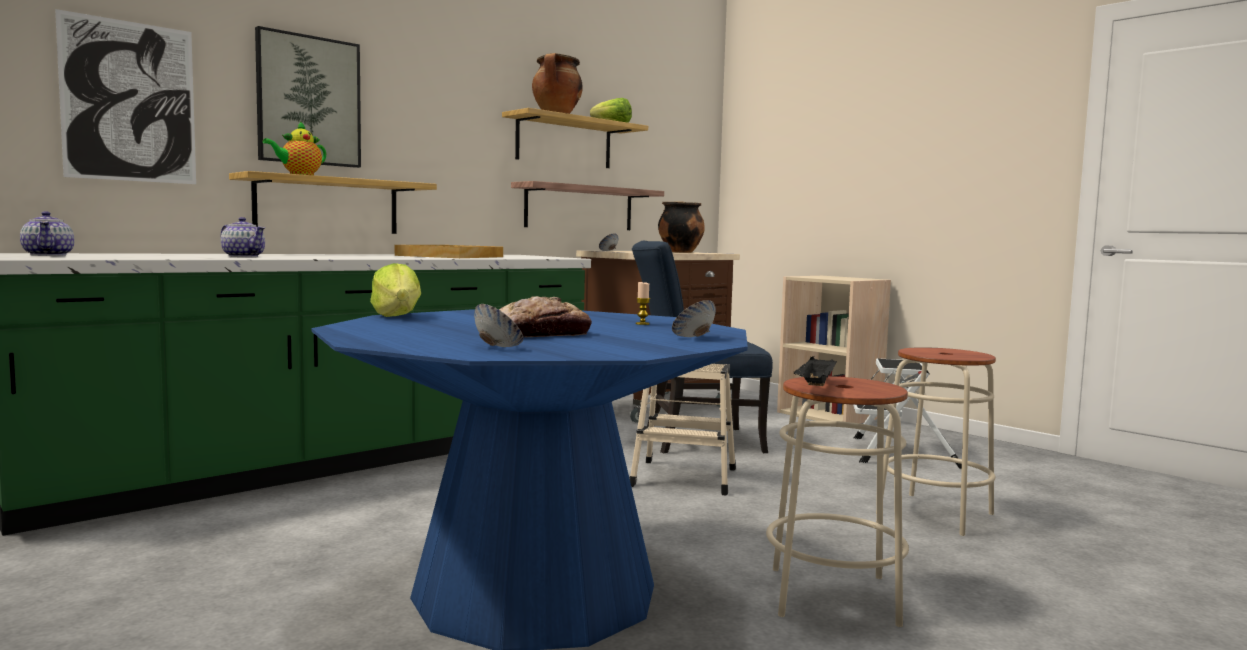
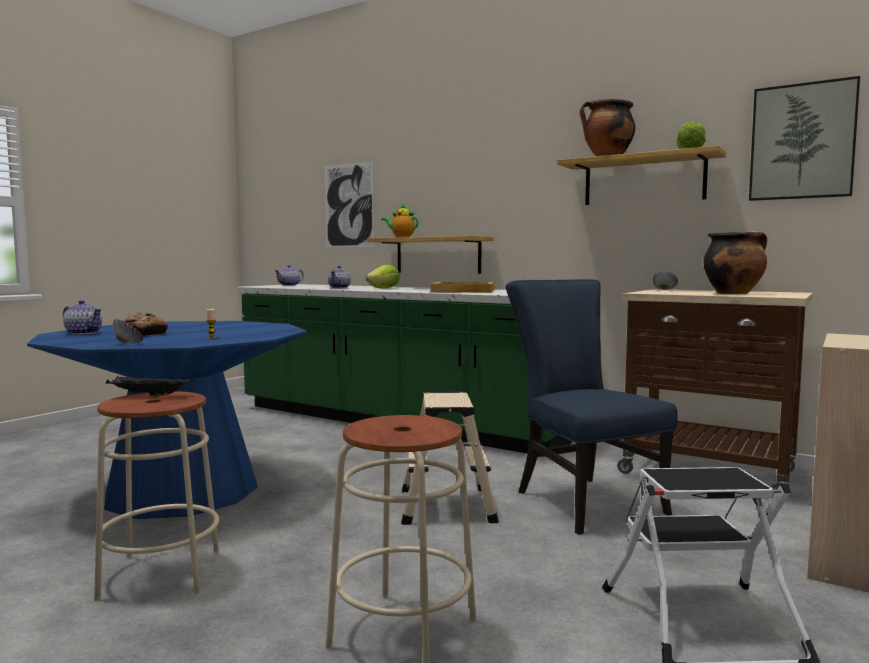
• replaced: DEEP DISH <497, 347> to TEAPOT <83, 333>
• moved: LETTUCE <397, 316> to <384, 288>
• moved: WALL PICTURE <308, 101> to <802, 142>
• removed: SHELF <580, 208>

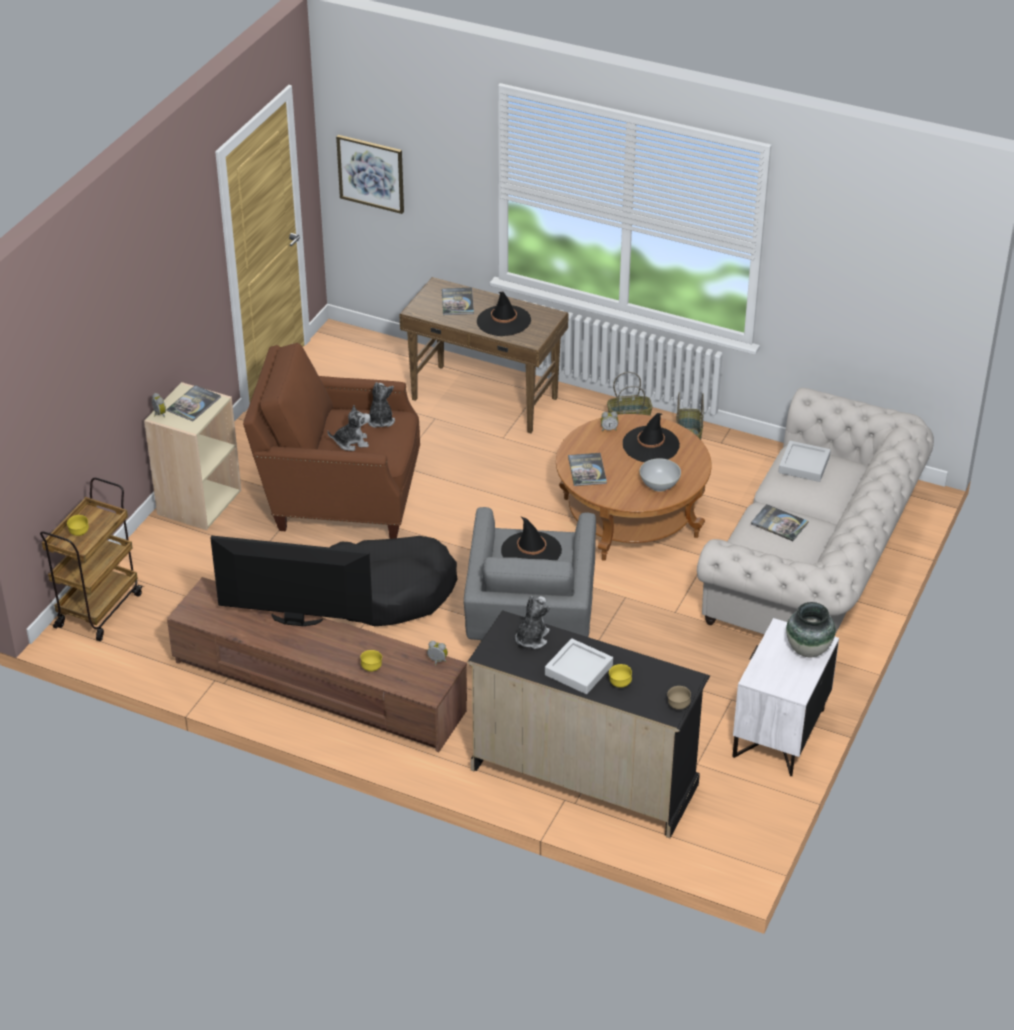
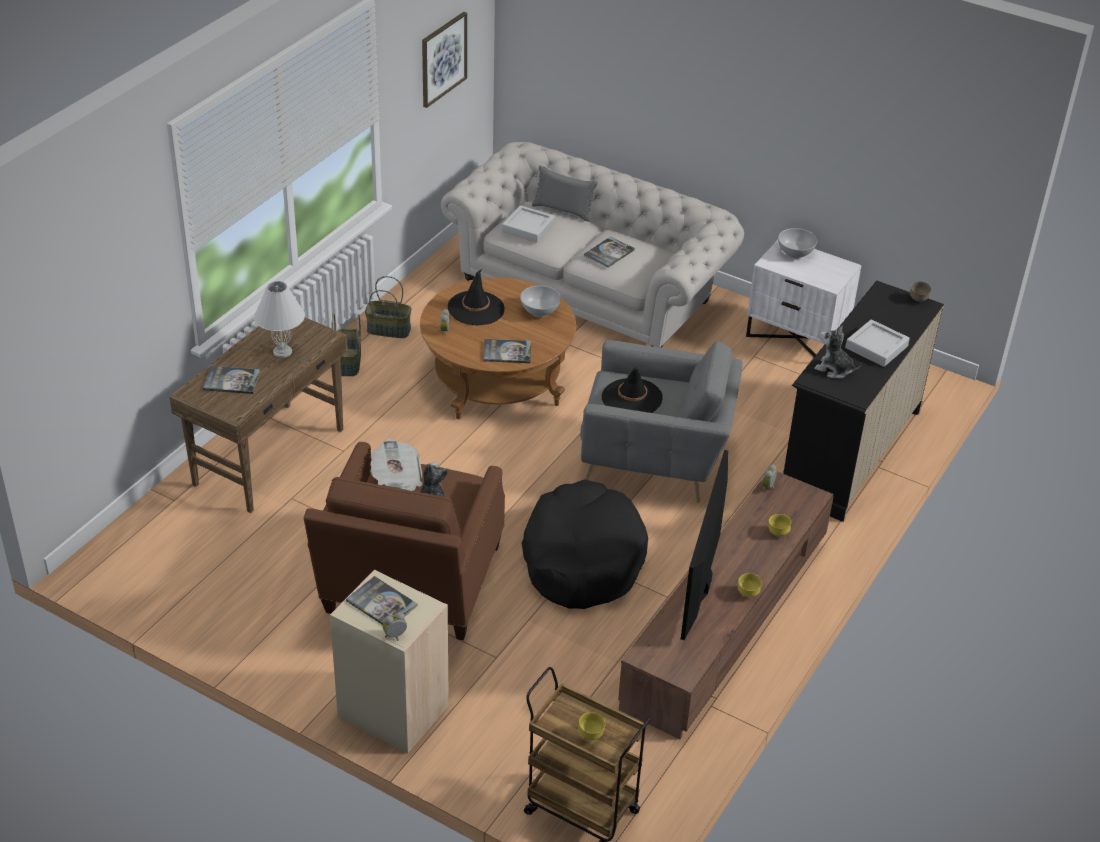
• replaced: BLACK-COLOURED CLOTHING HAT <503, 321> to WHITE TABLE LAMP <282, 351>
• replaced: CUDDLY TOY <380, 420> to PRINTED PAPER <397, 480>
• moved: WALL PICTURE <371, 173> to <443, 59>
• added: GREY PILLOW <563, 210>
• moved: YELLOW-COLOURED DEEP DISH <619, 684> to <748, 594>
• replaced: DECORATIVE VASE <807, 649> to WHITE DEEP DISH <795, 253>

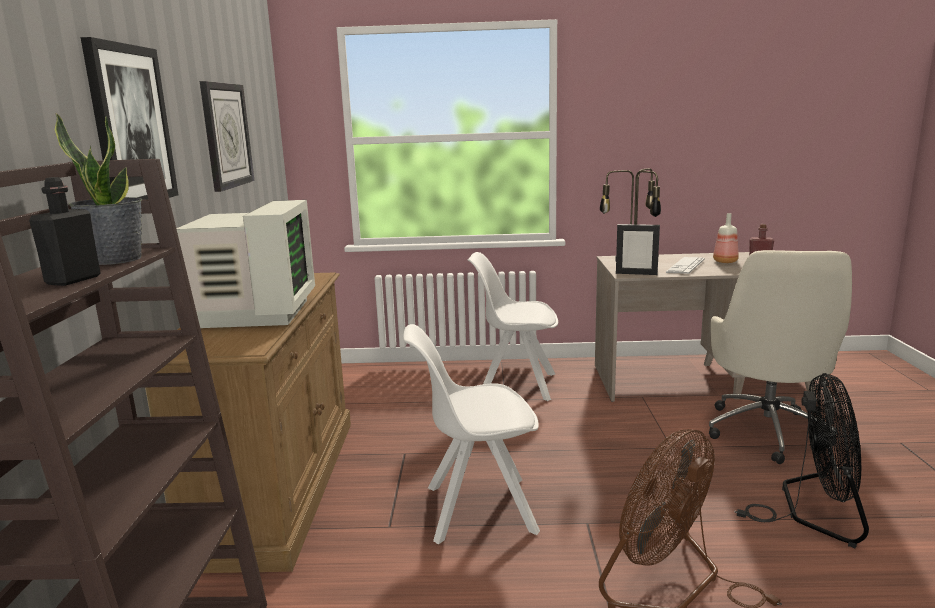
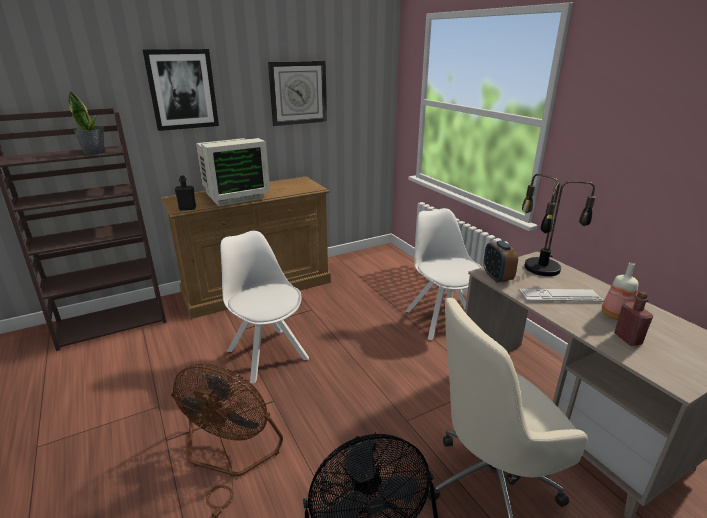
• moved: BLACK-COLOURED BOTTLE <73, 280> to <187, 208>
• replaced: PICTURE FRAME <636, 273> to ALARM CLOCK <497, 277>

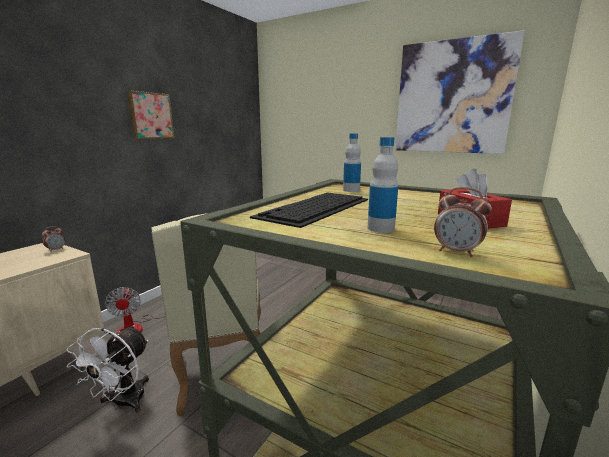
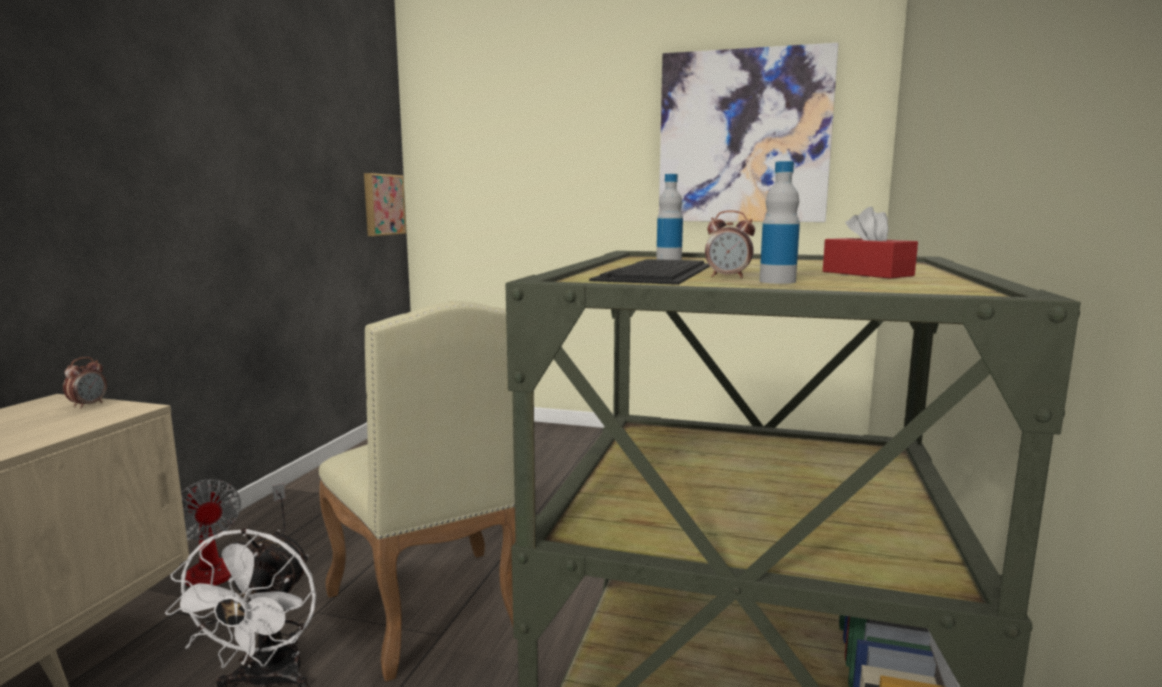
• moved: WALL PICTURE <150, 116> to <382, 204>
• moved: ALARM CLOCK <457, 252> to <728, 277>

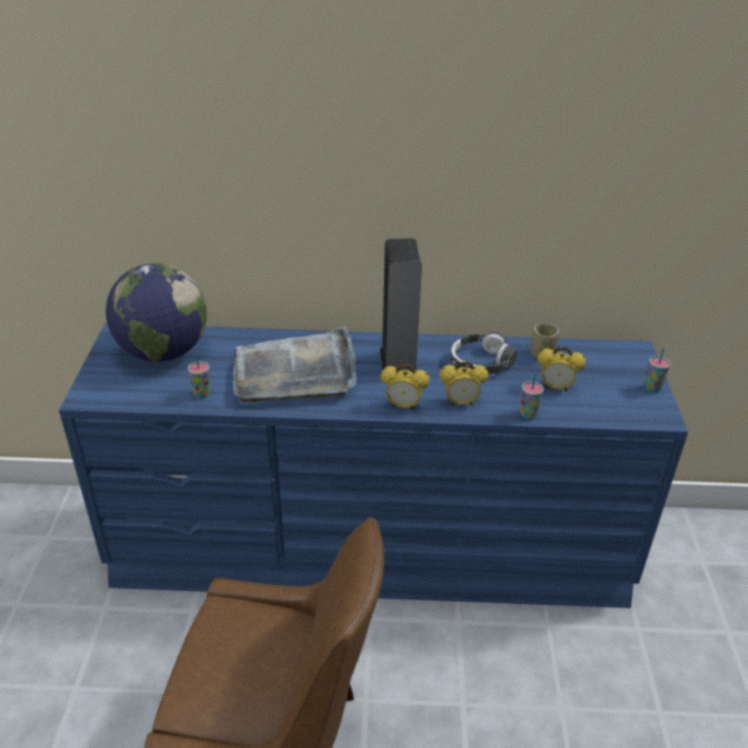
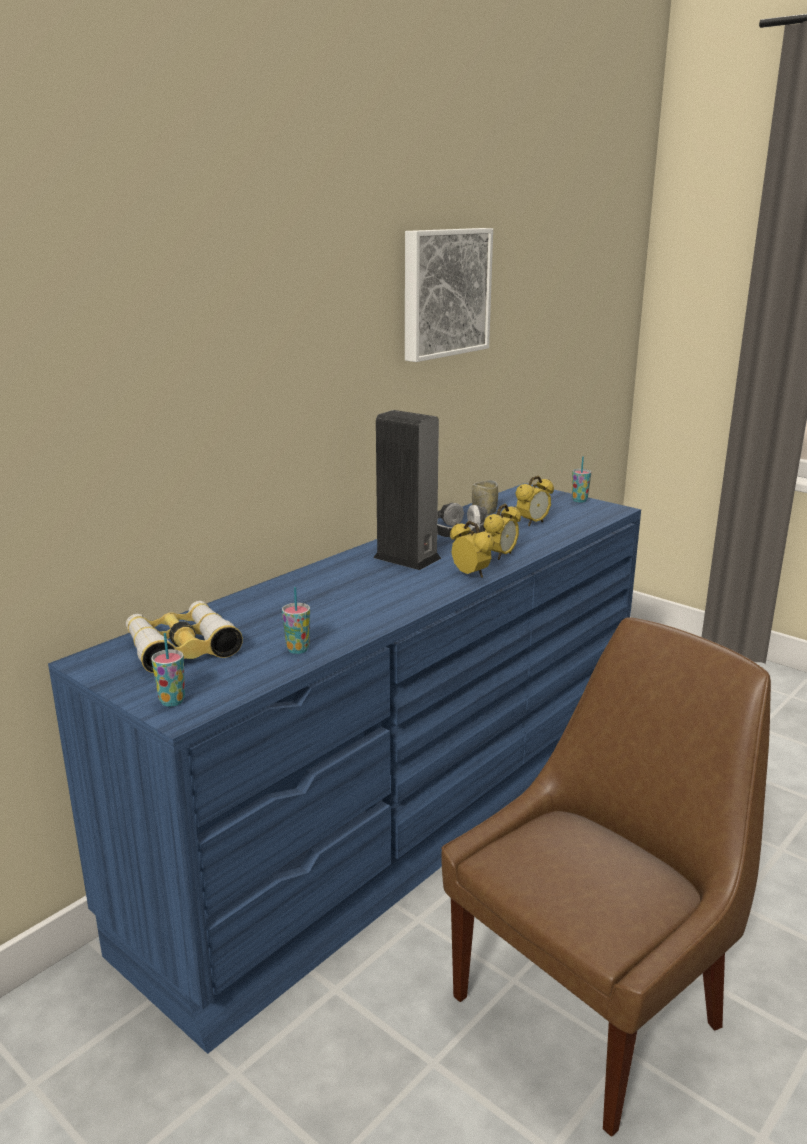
• replaced: DESK GLOBE <163, 352> to FIELD GLASSES <181, 647>
• moved: SMALL CUP <528, 414> to <172, 701>
• added: WALL PICTURE <444, 293>
• turned: ALARM CLOCK <403, 406> = <470, 575> 90 degrees counterclockwise
• removed: GREY CARRYING TRAY <296, 371>

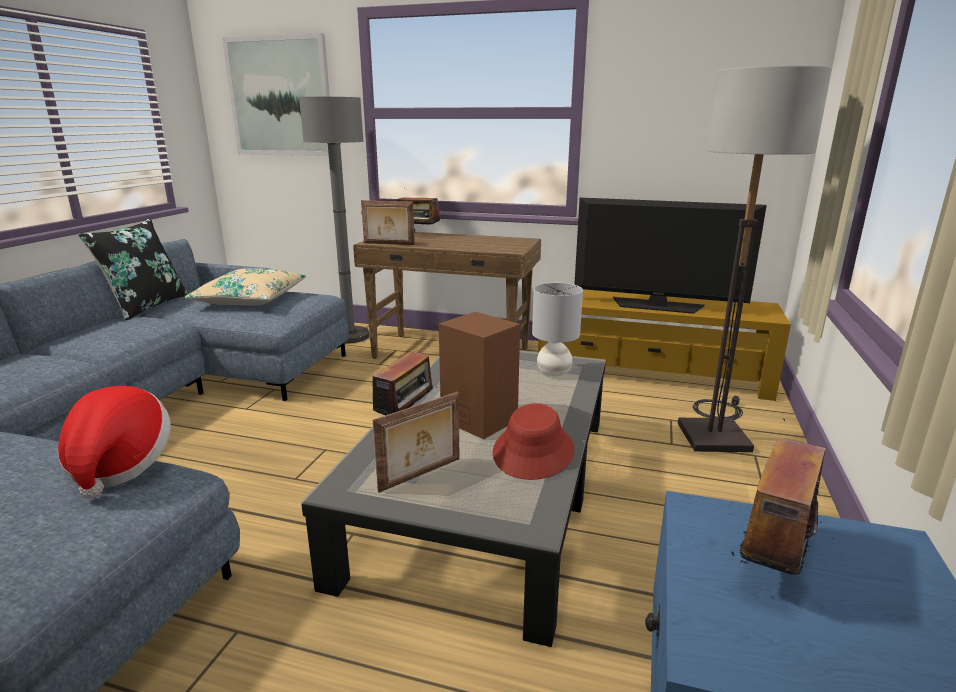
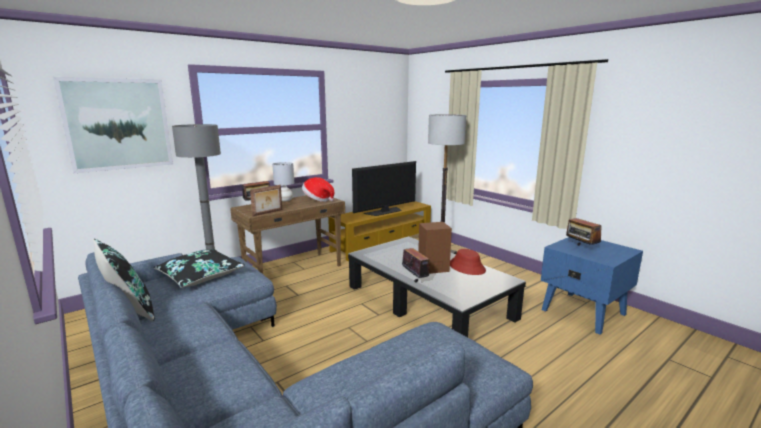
• recoloured: SAND-COLOURED PILLOW <250, 299> to BLACK-COLOURED PILLOW <200, 275>
• moved: GREY TABLE LAMP <554, 372> to <285, 200>
• moved: CLOTHING HAT <120, 465> to <318, 199>
• removed: PICTURE FRAME <421, 475>

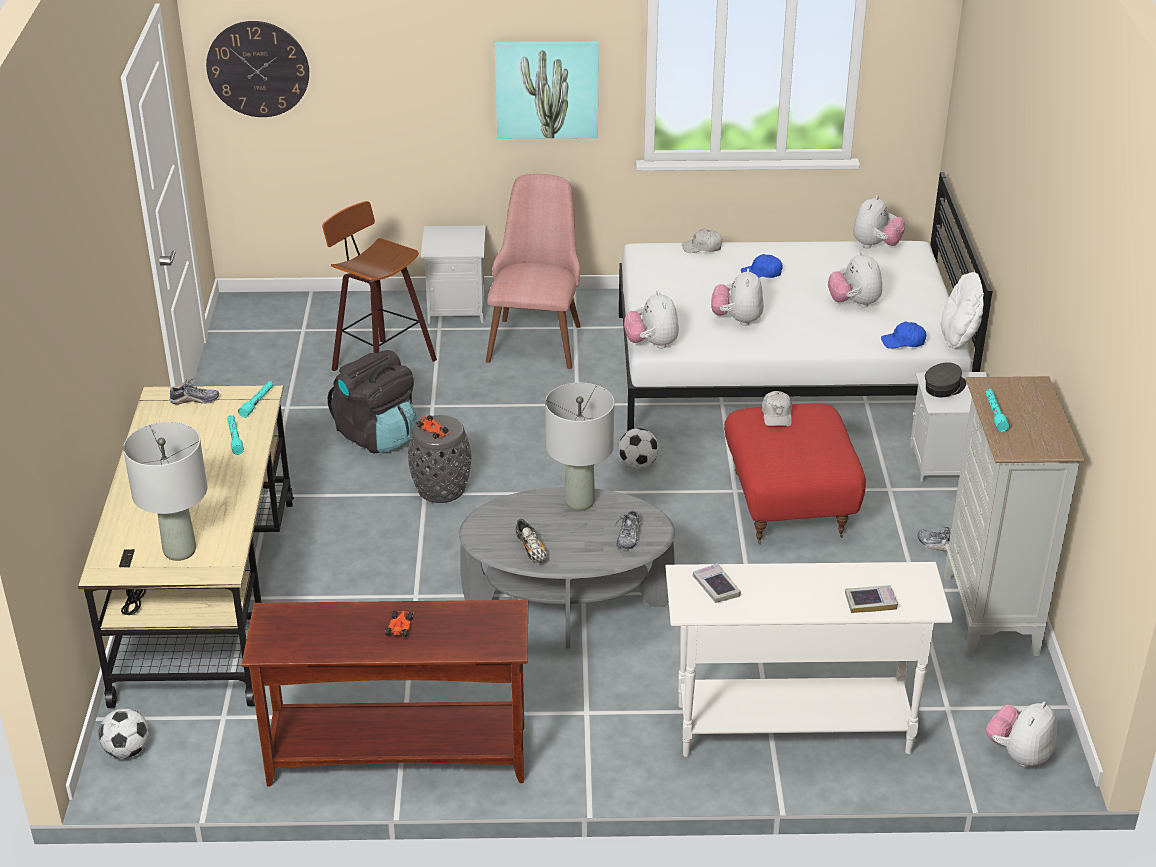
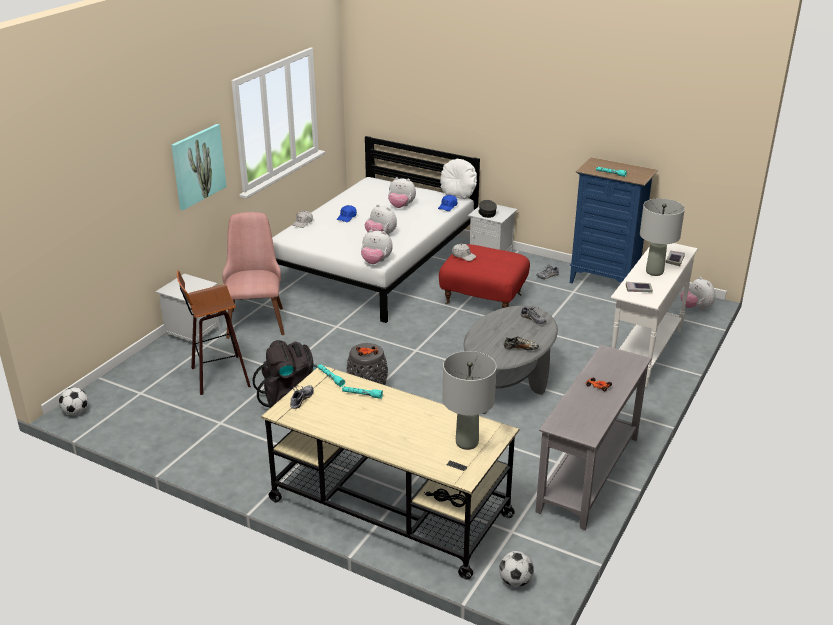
• moved: FOOTBALL <638, 464> to <76, 412>
• turned: PINK UPRIGHT CHAIR <537, 335> = <256, 317> 45 degrees clockwise
• recoloured: BROWN HALL TABLE <396, 755> to GREY HALL TABLE <588, 475>
• recoloured: WHITE DRAWER CHEST <988, 617> to BLUE DRAWER CHEST <604, 283>
• moved: GREY TABLE LAMP <579, 502> to <654, 272>
• removed: WALL CLOCK <258, 69>
• removed: CUDDLY TOY <875, 245>

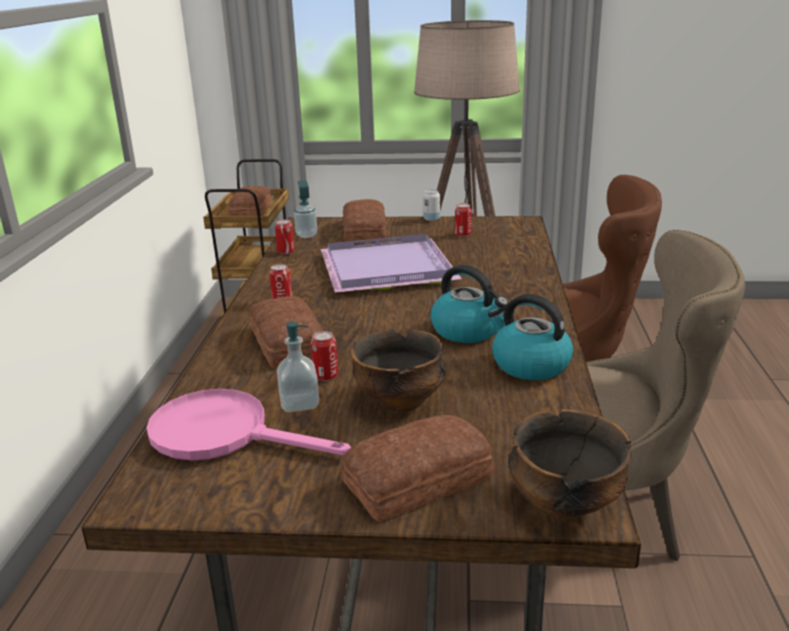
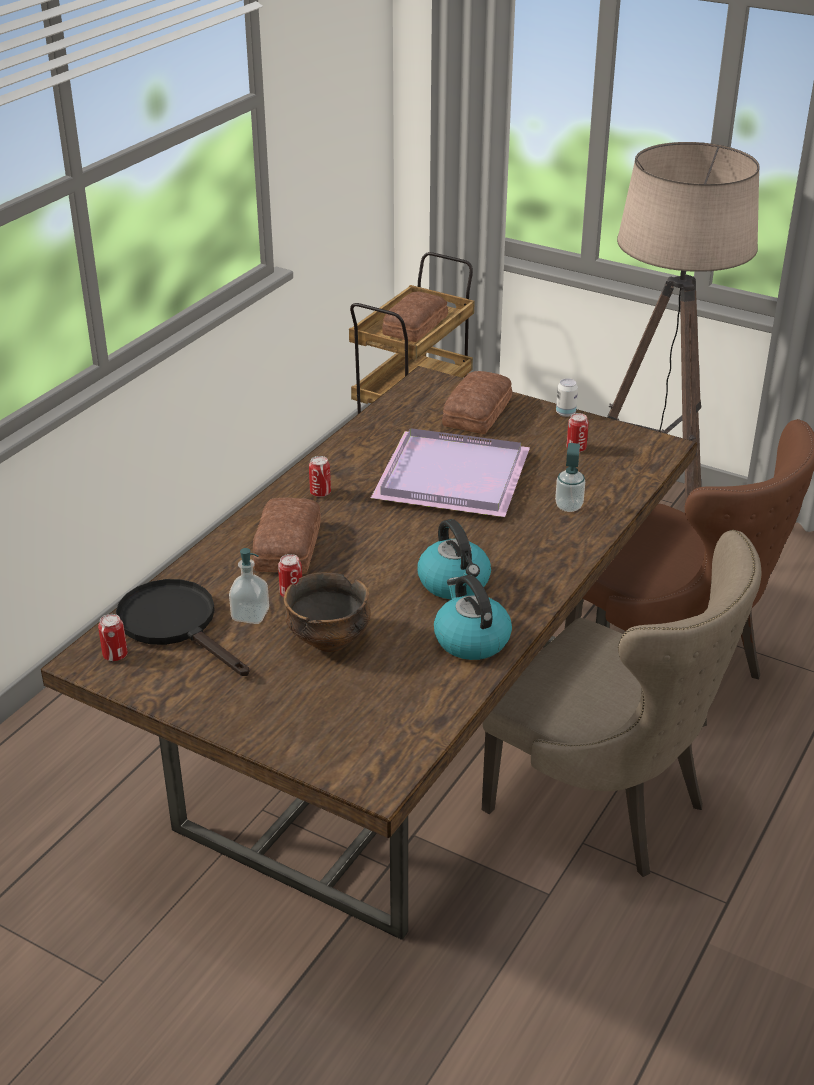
• moved: METAL CAN <286, 252> to <115, 655>
• recoloured: PINK PAN <224, 434> to BLACK-COLOURED PAN <176, 625>
• moved: SOAP BOTTLE <306, 235> to <568, 506>
• removed: BAKERY BREAD <421, 481>
• removed: DEEP DISH <563, 503>

